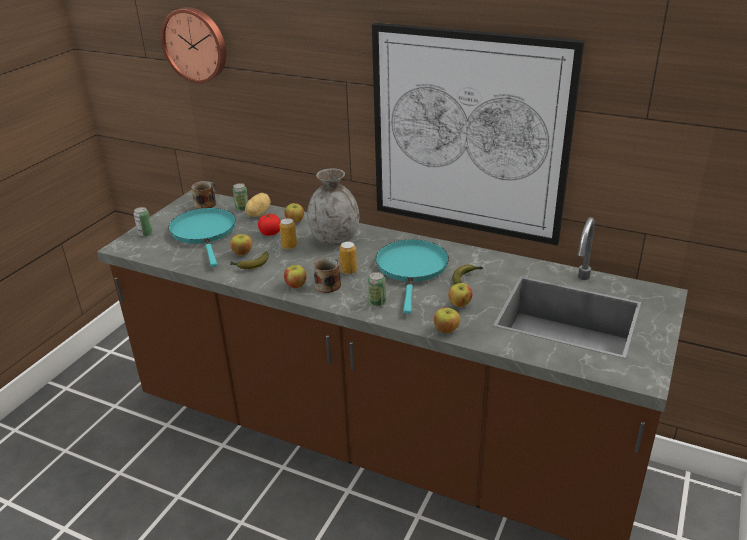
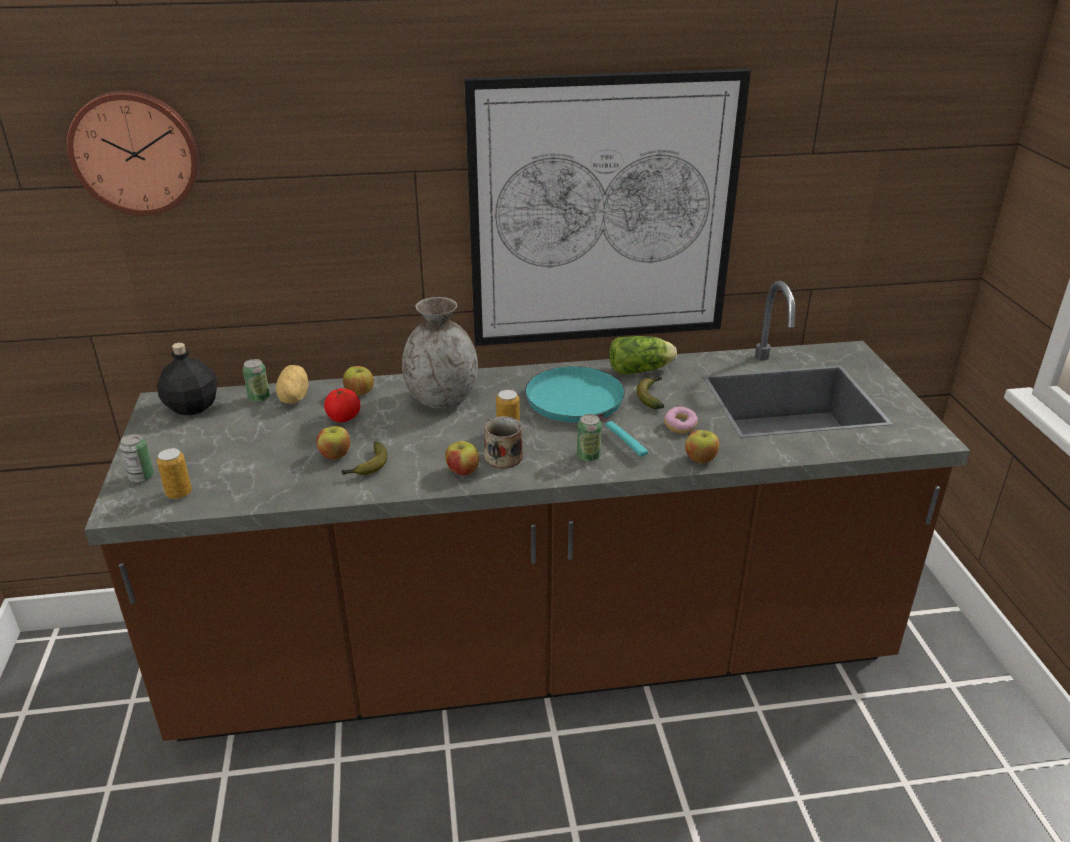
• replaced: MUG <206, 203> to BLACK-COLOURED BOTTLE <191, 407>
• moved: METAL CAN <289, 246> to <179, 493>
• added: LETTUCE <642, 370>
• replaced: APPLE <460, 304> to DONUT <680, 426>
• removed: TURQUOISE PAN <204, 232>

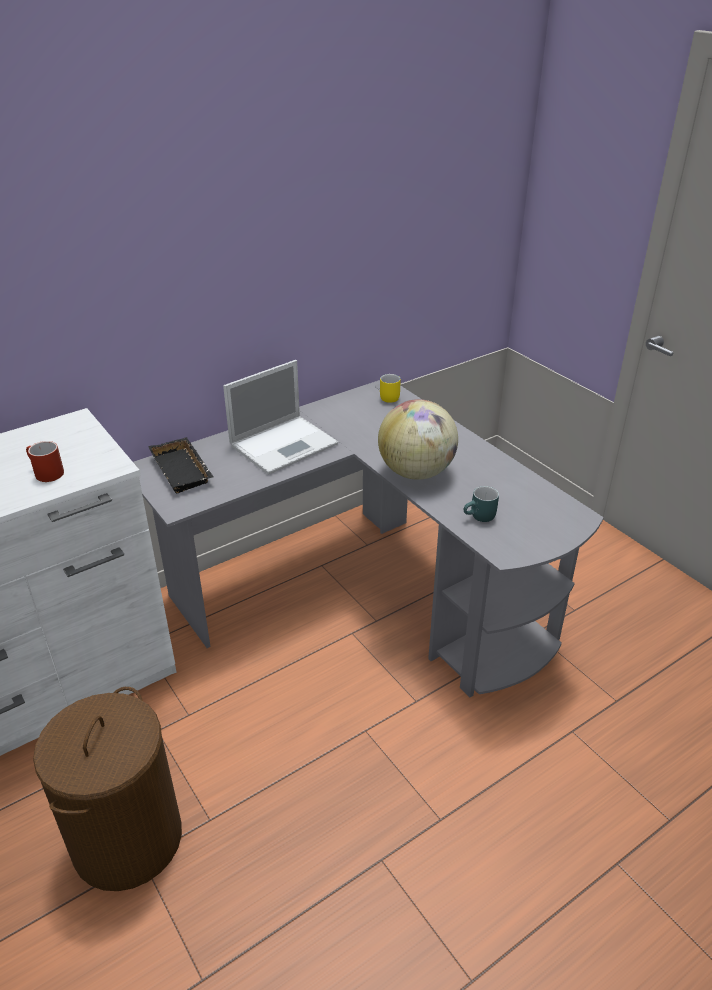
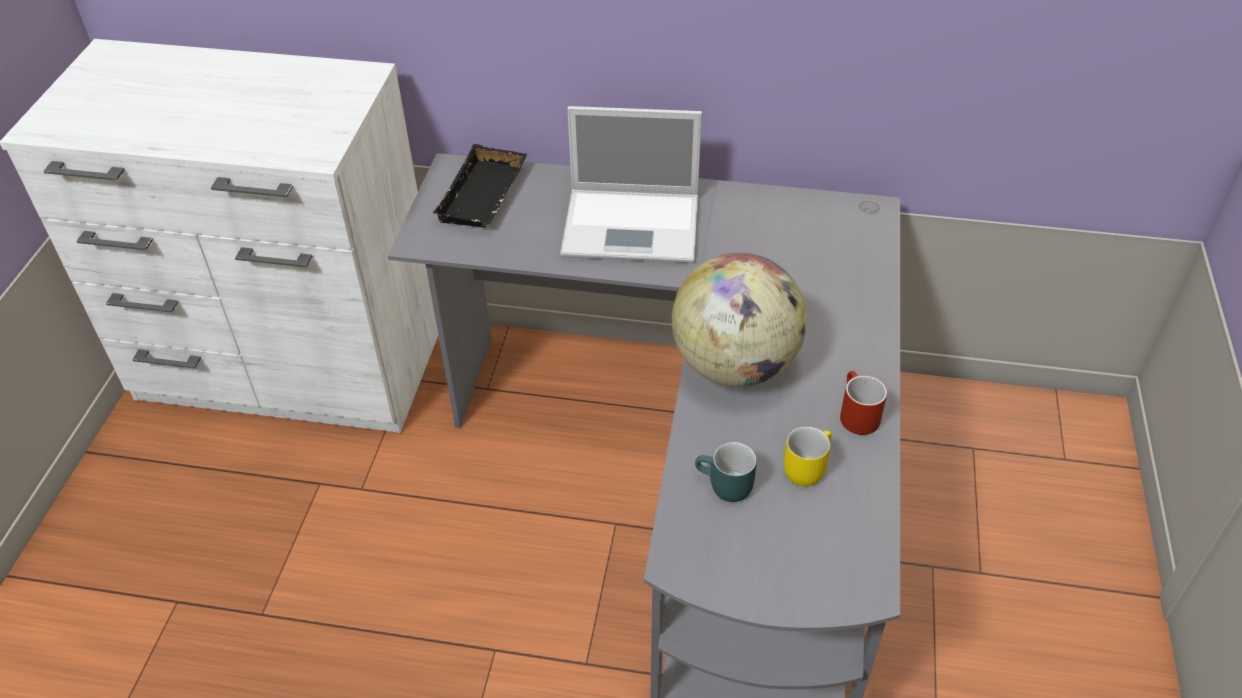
• moved: YELLOW-COLOURED MUG <388, 396> to <805, 466>
• moved: REDDISH MUG <45, 473> to <855, 414>
• removed: BROWN LAUNDRY BASKET <128, 838>

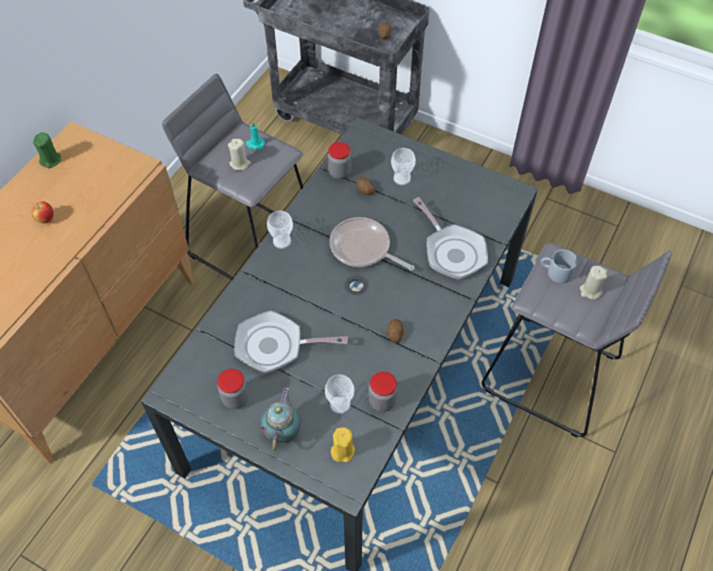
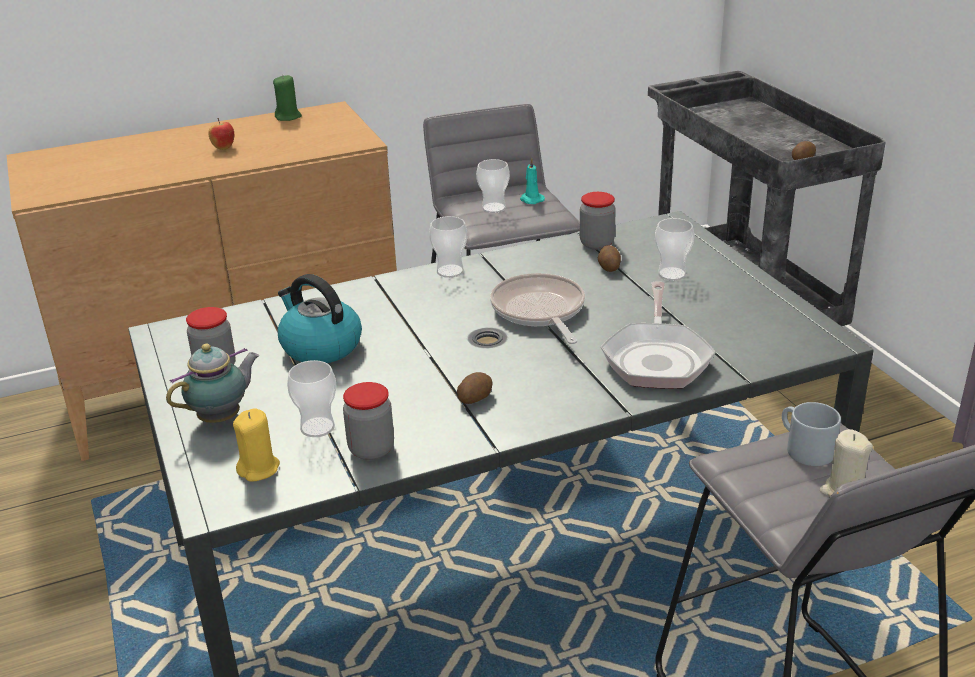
• replaced: PAN <275, 346> to KETTLE <320, 346>
• replaced: SAND-COLOURED WAX LIGHT <240, 164> to SMALL CUP <494, 208>

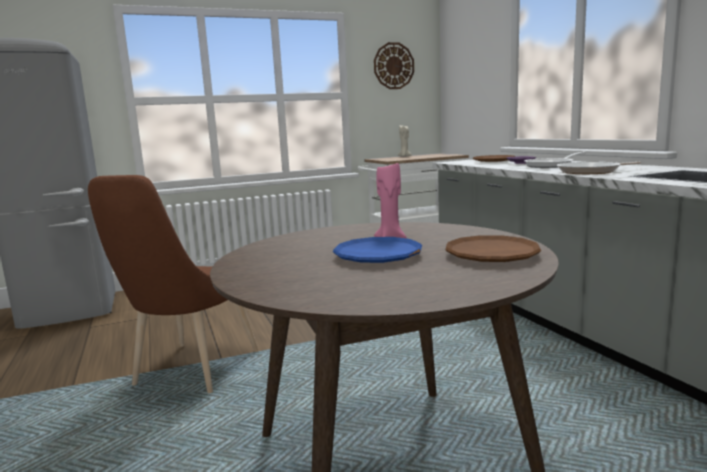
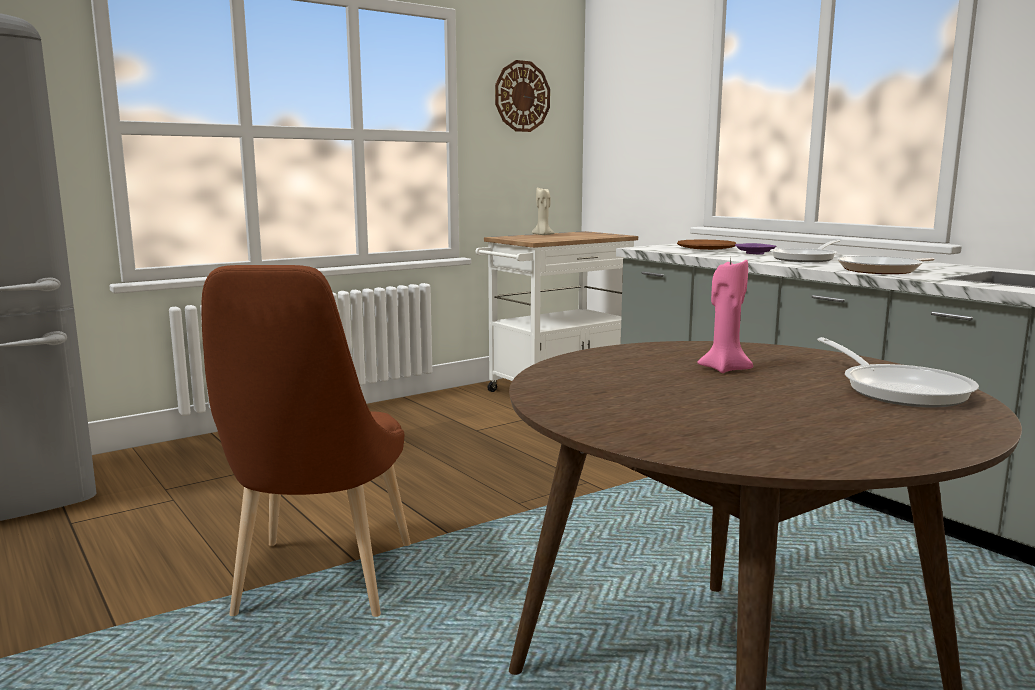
• replaced: BROWN DINNER PLATE <491, 255> to PAN <899, 389>
• removed: BLUE DINNER PLATE <377, 256>

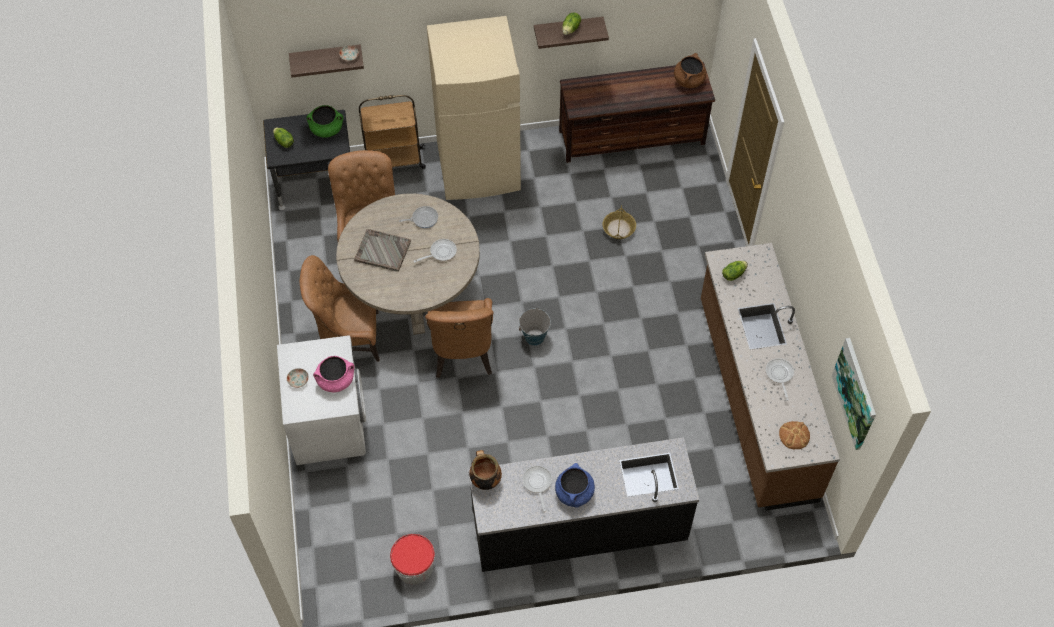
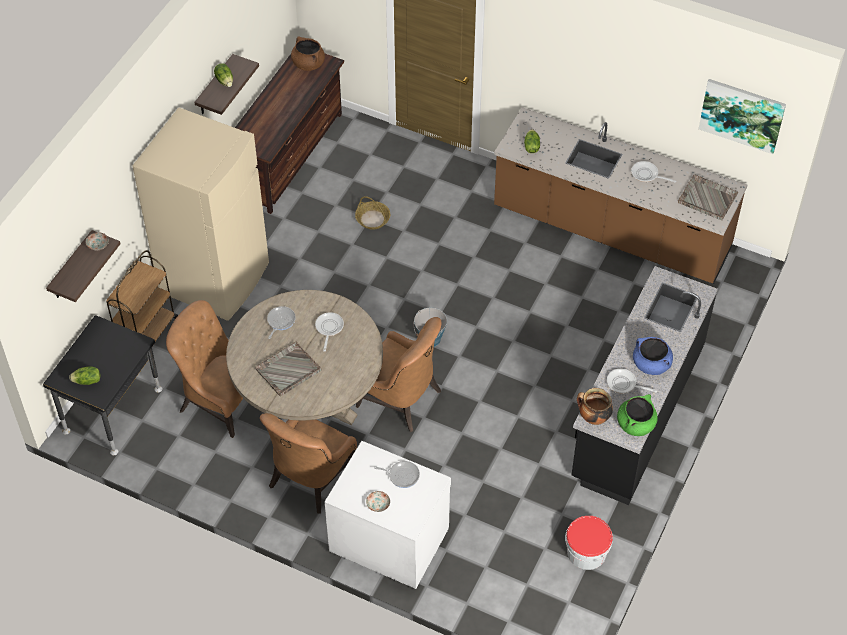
• replaced: PINK SAUCEPOT <336, 380> to PAN <402, 475>
• moved: GREENISH SAUCEPOT <327, 129> to <635, 424>
• replaced: BAKERY BREAD <794, 435> to GREY CARRYING TRAY <707, 198>

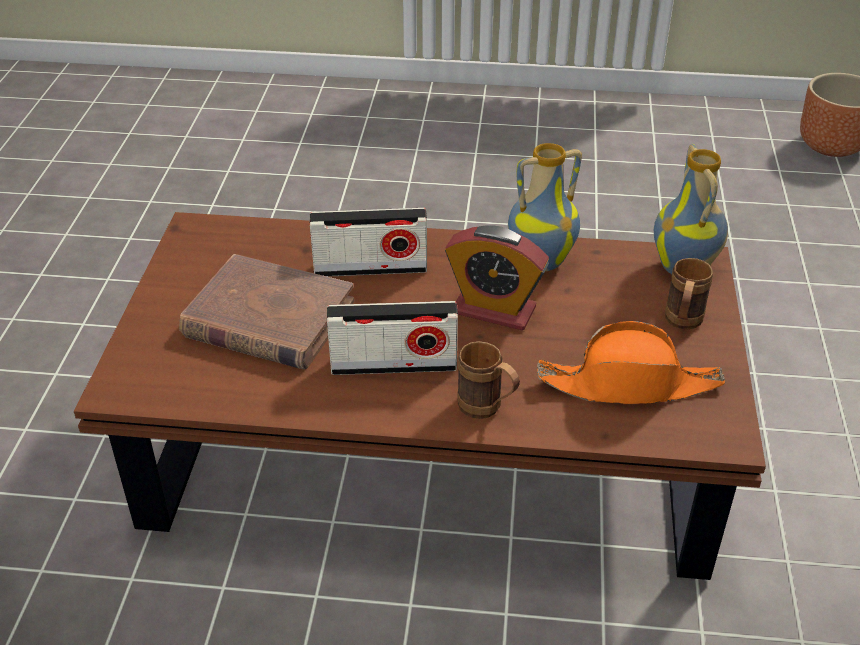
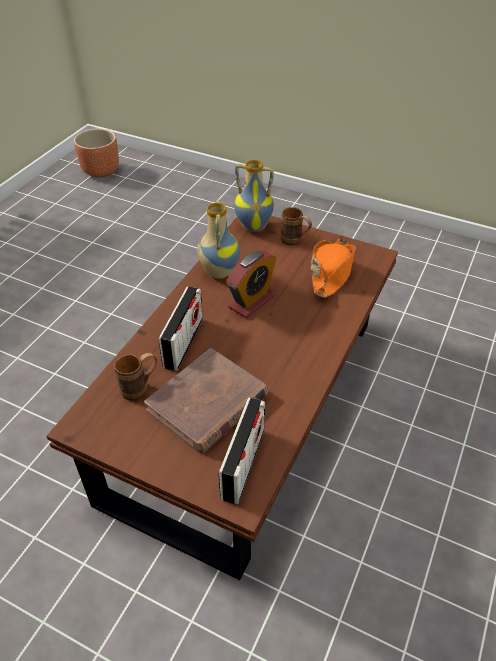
• moved: BROWN MUG <487, 409> to <140, 388>
• moved: RADIO SET <393, 365> to <243, 463>

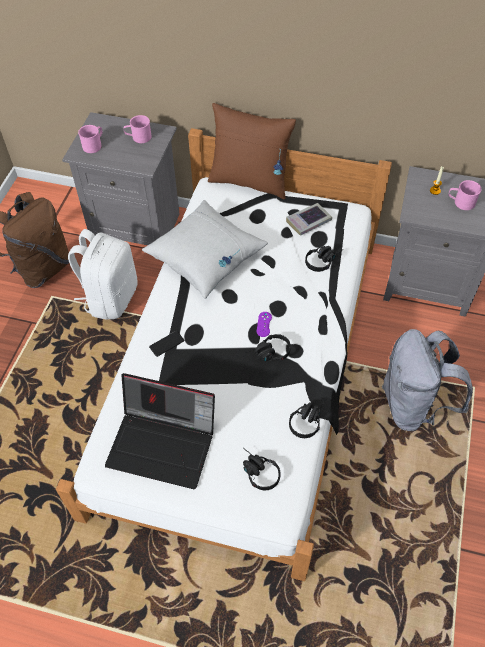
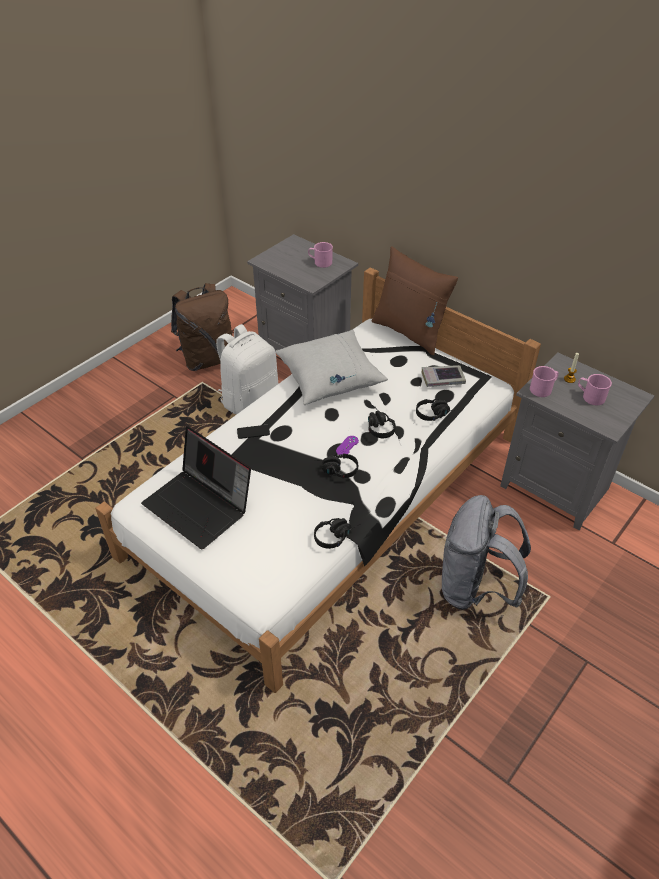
• moved: BLACK-COLOURED PAIR OF HEADPHONES <257, 471> to <378, 426>
• moved: PINK MUG <94, 145> to <543, 389>

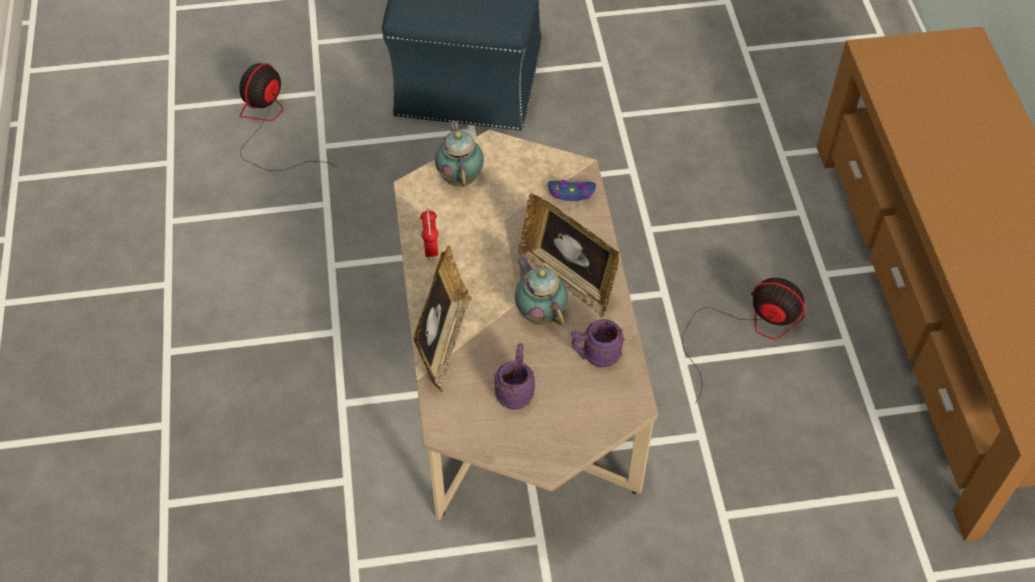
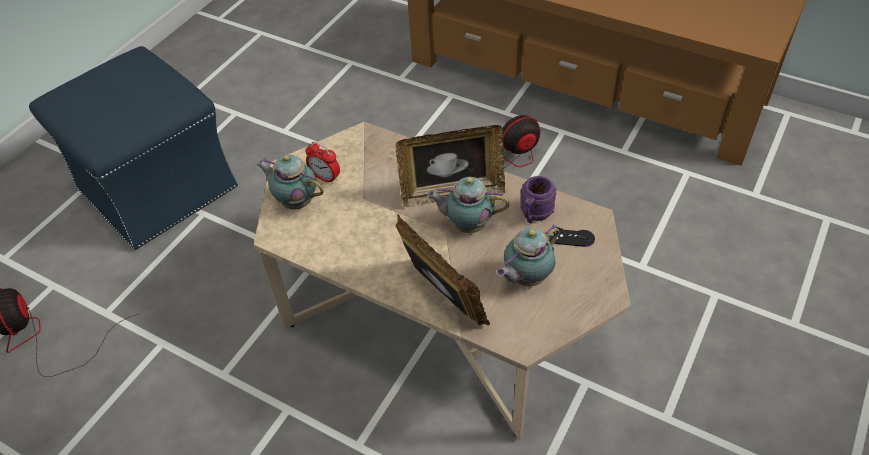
• moved: ALARM CLOCK <431, 249> to <325, 178>
• replaced: PURPLE MUG <515, 391> to TEAPOT <525, 278>
• added: BLACK-COLOURED GAME CONTROLLER <570, 237>
• removed: BLUE GAME CONTROLLER <571, 193>

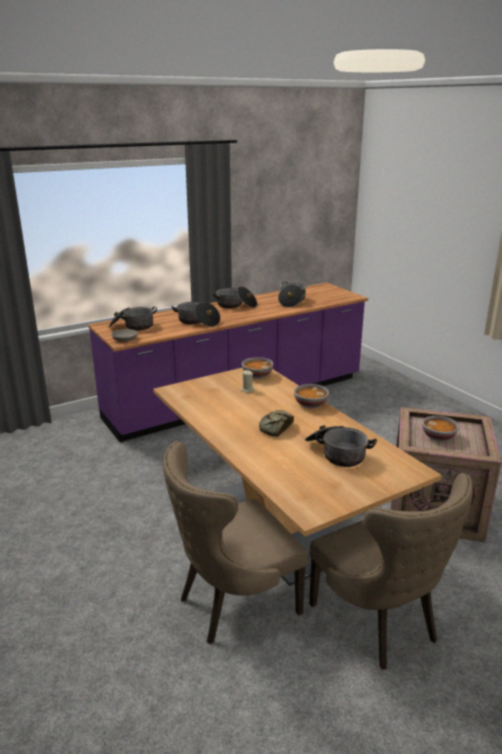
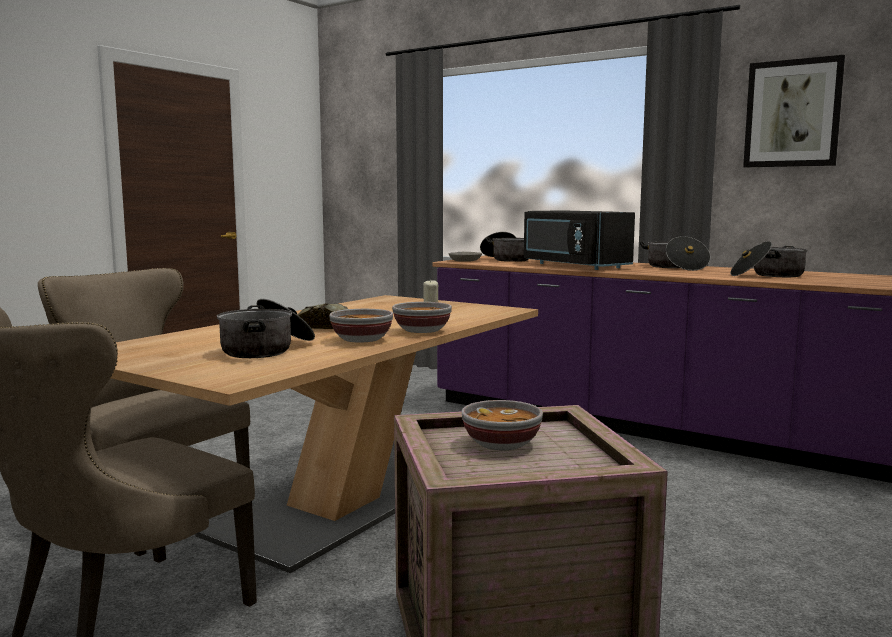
• moved: DEEP DISH <257, 375> to <361, 340>
• replaced: SAUCEPOT <197, 322> to BLACK-COLOURED KITCHEN MICROWAVE <573, 266>
• added: WALL PICTURE <792, 113>

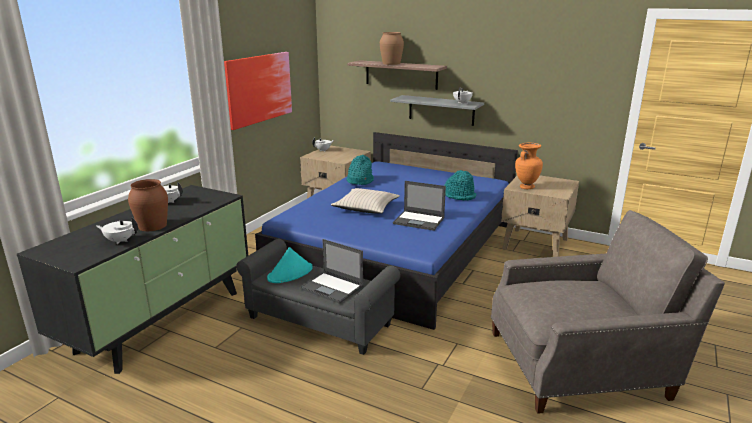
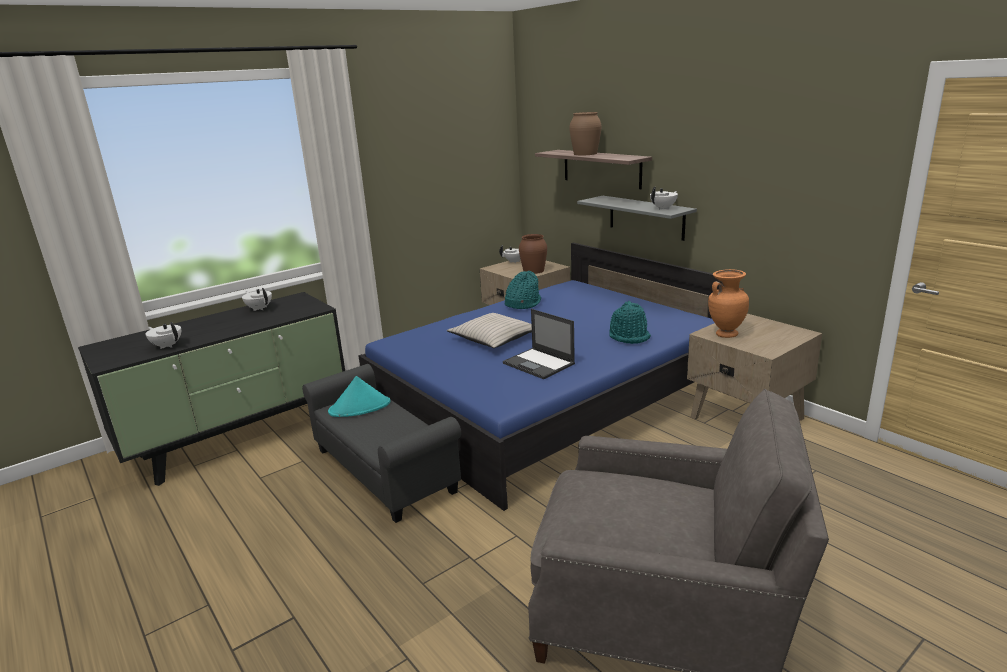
• moved: BROWN DECORATIVE VASE <152, 225> to <533, 270>
• removed: WALL PICTURE <259, 88>
• removed: NOTEBOOK COMPUTER <332, 288>

